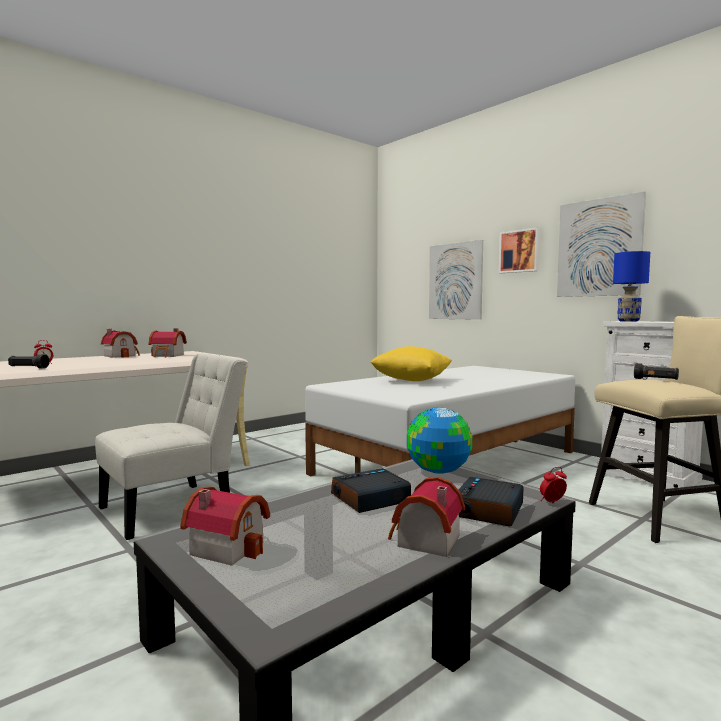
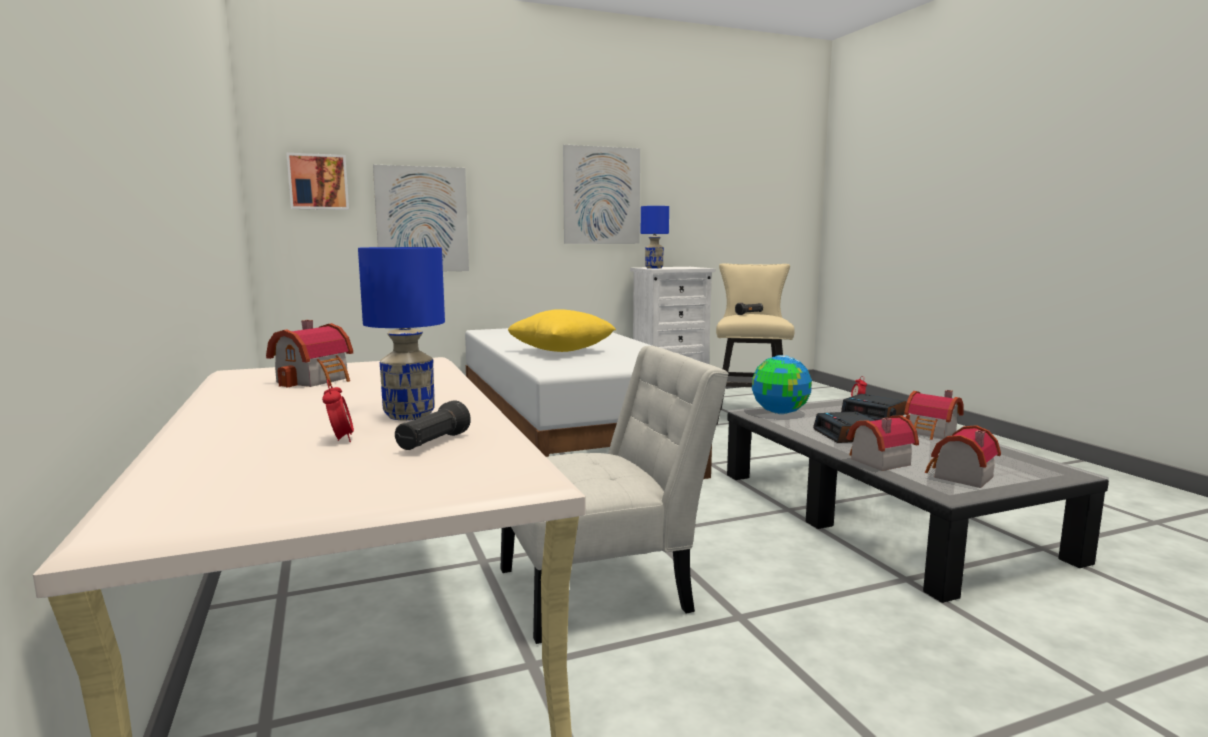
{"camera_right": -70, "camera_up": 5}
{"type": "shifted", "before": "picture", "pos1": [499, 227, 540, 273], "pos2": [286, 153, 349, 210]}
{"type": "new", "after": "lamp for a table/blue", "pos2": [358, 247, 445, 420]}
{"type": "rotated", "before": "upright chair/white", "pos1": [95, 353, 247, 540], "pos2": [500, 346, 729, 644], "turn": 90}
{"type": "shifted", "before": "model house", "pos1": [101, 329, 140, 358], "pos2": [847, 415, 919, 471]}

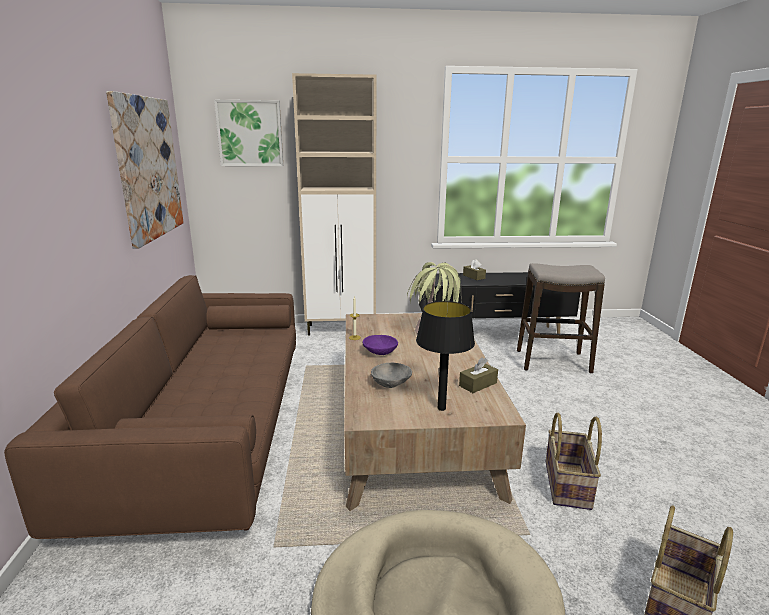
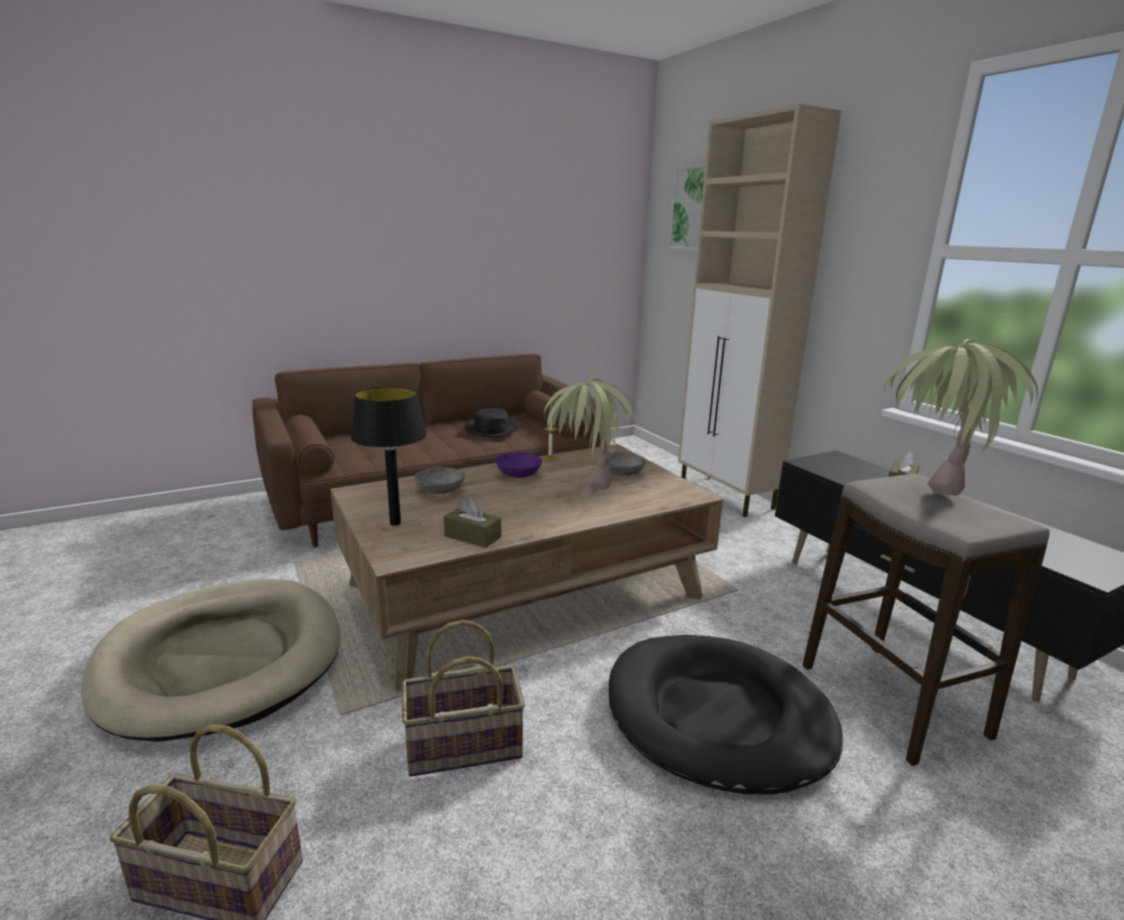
{"camera_right": 65, "camera_up": 0}
{"type": "new", "after": "hat/blackish", "pos2": [465, 408, 518, 437]}
{"type": "new", "after": "bowl/greyish", "pos2": [609, 452, 646, 476]}
{"type": "new", "after": "dog cushion/blackish", "pos2": [609, 635, 843, 794]}
{"type": "new", "after": "potted plant", "pos2": [884, 339, 1038, 495]}
{"type": "gone", "before": "picture", "pos1": [106, 91, 184, 249]}

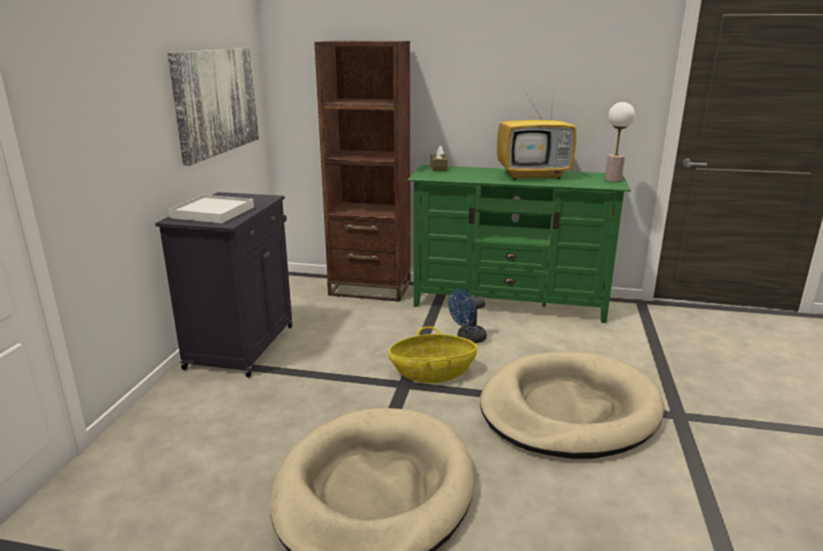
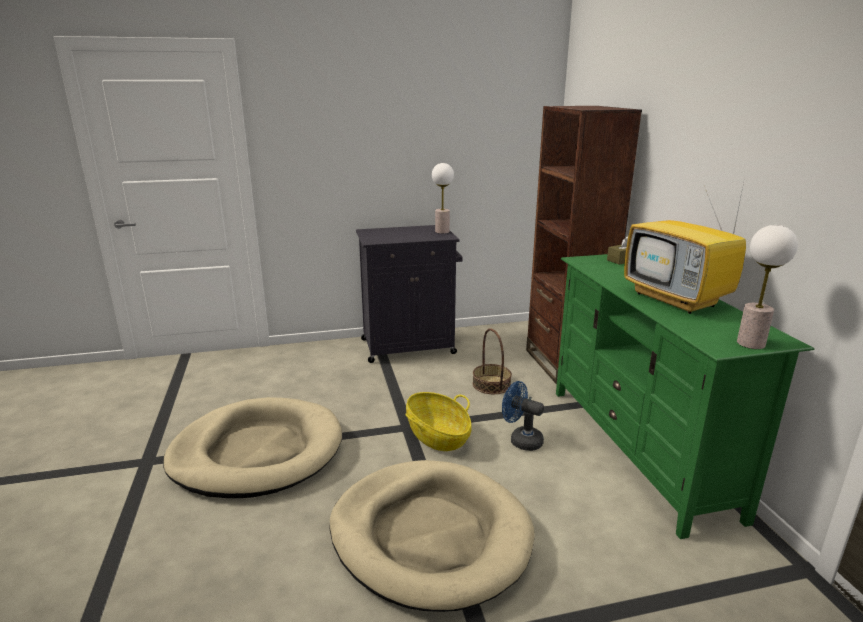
{"camera_right": 65, "camera_up": 0}
{"type": "new", "after": "lamp for a table", "pos2": [432, 163, 454, 234]}
{"type": "new", "after": "storage basket", "pos2": [473, 328, 512, 394]}
{"type": "gone", "before": "picture", "pos1": [167, 48, 259, 166]}
{"type": "gone", "before": "serving tray/white", "pos1": [168, 195, 254, 223]}

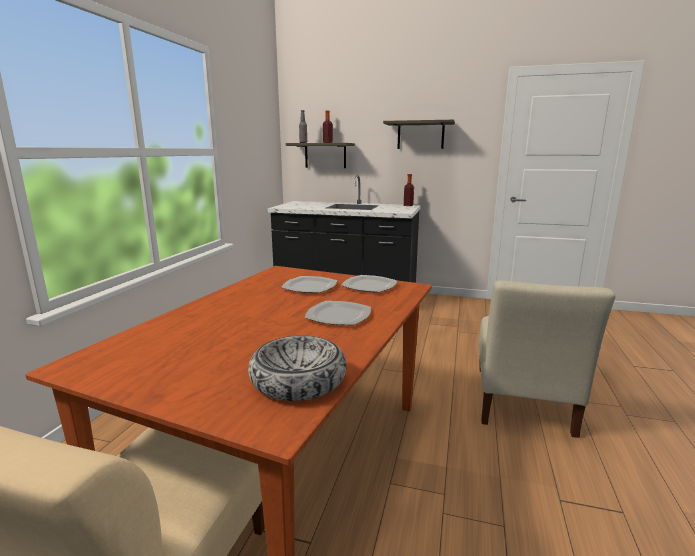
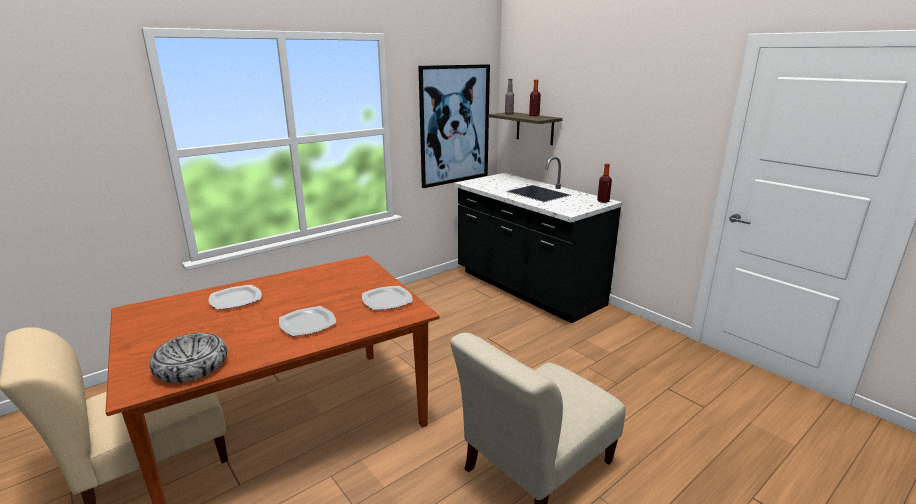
{"camera_right": 35, "camera_up": 5}
{"type": "shifted", "before": "flat dish", "pos1": [281, 276, 337, 293], "pos2": [208, 285, 262, 310]}
{"type": "new", "after": "picture", "pos2": [418, 64, 490, 188]}
{"type": "gone", "before": "bracket shelf", "pos1": [383, 120, 455, 149]}

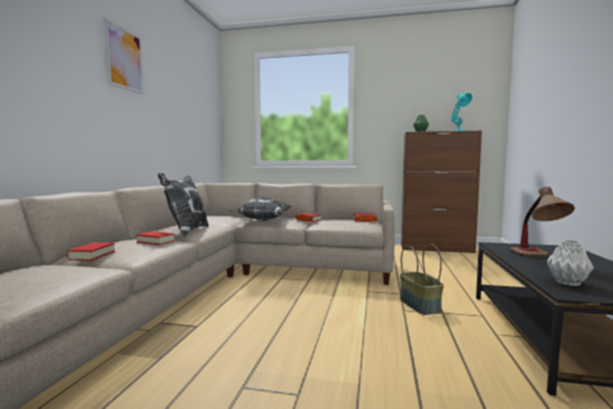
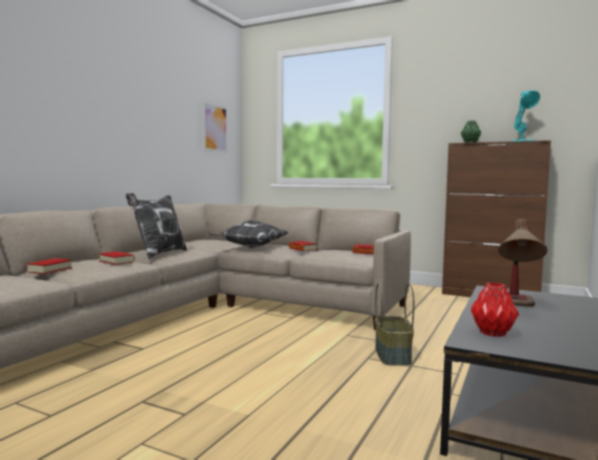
{"camera_right": 15, "camera_up": 0}
{"type": "shifted", "before": "picture", "pos1": [104, 18, 144, 95], "pos2": [203, 102, 228, 152]}
{"type": "repainted", "before": "decorative vase/greyish", "after": "decorative vase/reddish", "pos1": [547, 240, 594, 286], "pos2": [471, 283, 519, 337]}

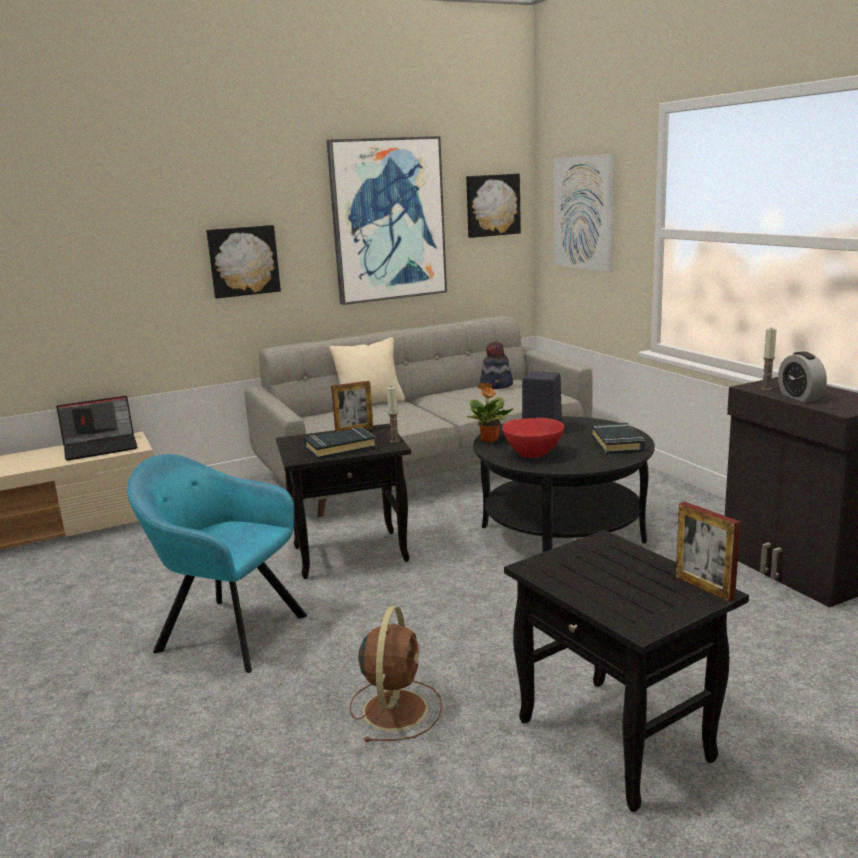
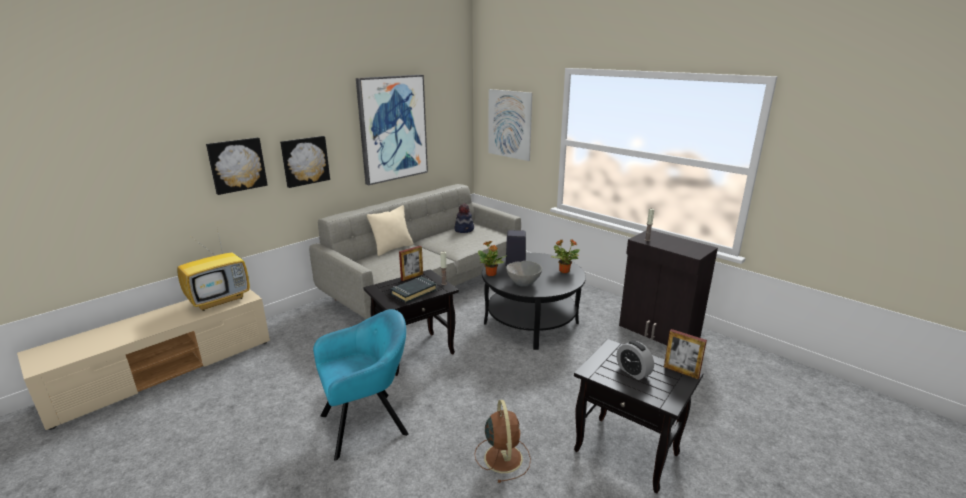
{"camera_right": -20, "camera_up": 5}
{"type": "swapped", "before": "notebook computer", "after": "television", "pos1": [56, 396, 138, 461], "pos2": [177, 229, 250, 311]}
{"type": "shifted", "before": "picture", "pos1": [466, 174, 521, 238], "pos2": [206, 138, 268, 195]}
{"type": "rotated", "before": "easy chair/turquoise-coloured", "pos1": [127, 454, 307, 673], "pos2": [313, 309, 409, 461], "turn": 150}
{"type": "repainted", "before": "bowl/reddish", "after": "bowl/greyish", "pos1": [502, 418, 564, 458], "pos2": [506, 261, 542, 287]}
{"type": "swapped", "before": "book/blackish", "after": "potted plant", "pos1": [591, 423, 645, 454], "pos2": [551, 239, 580, 273]}
{"type": "shifted", "before": "table clock", "pos1": [778, 352, 827, 402], "pos2": [617, 340, 654, 380]}

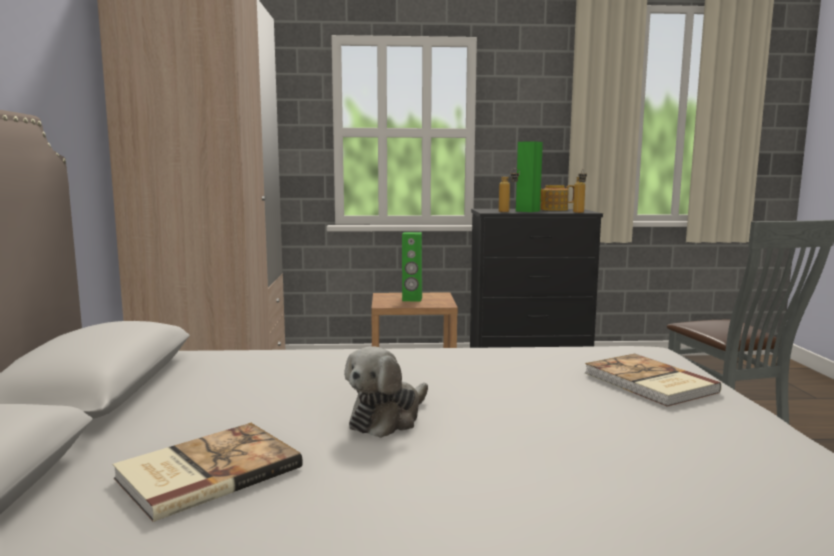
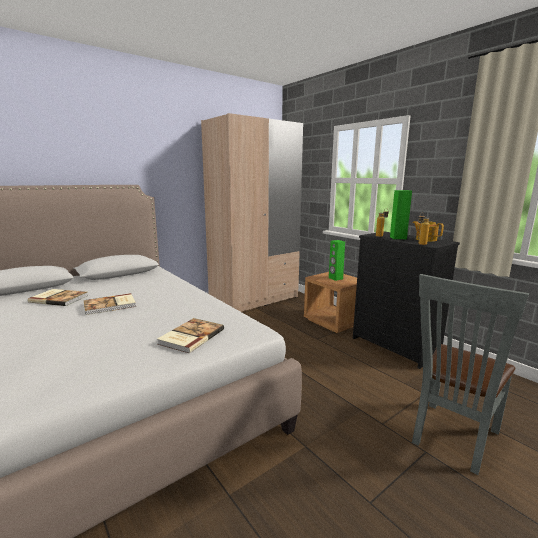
{"camera_right": 55, "camera_up": 5}
{"type": "swapped", "before": "soft toy", "after": "book", "pos1": [344, 346, 428, 438], "pos2": [84, 293, 136, 315]}

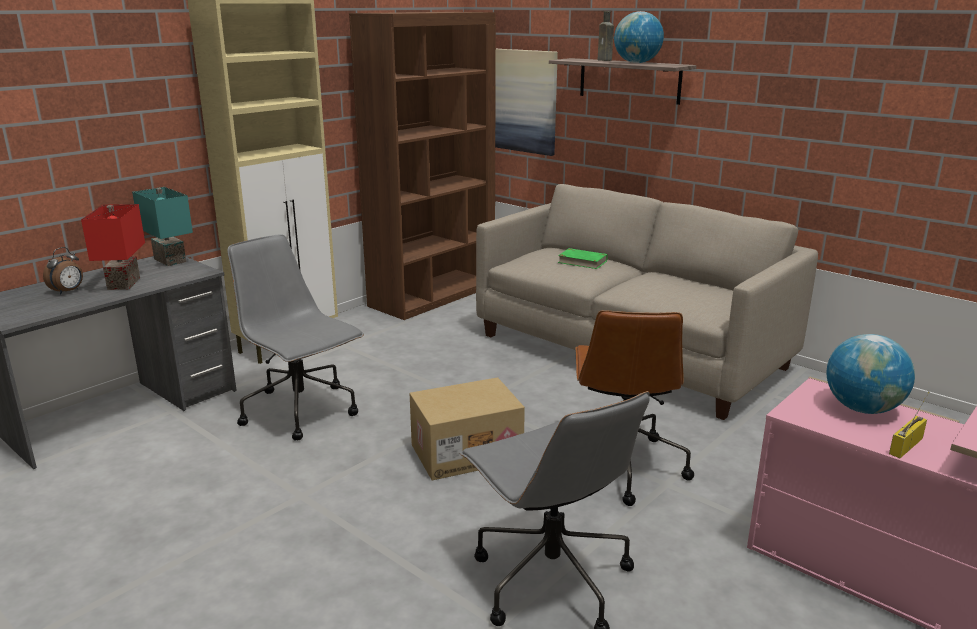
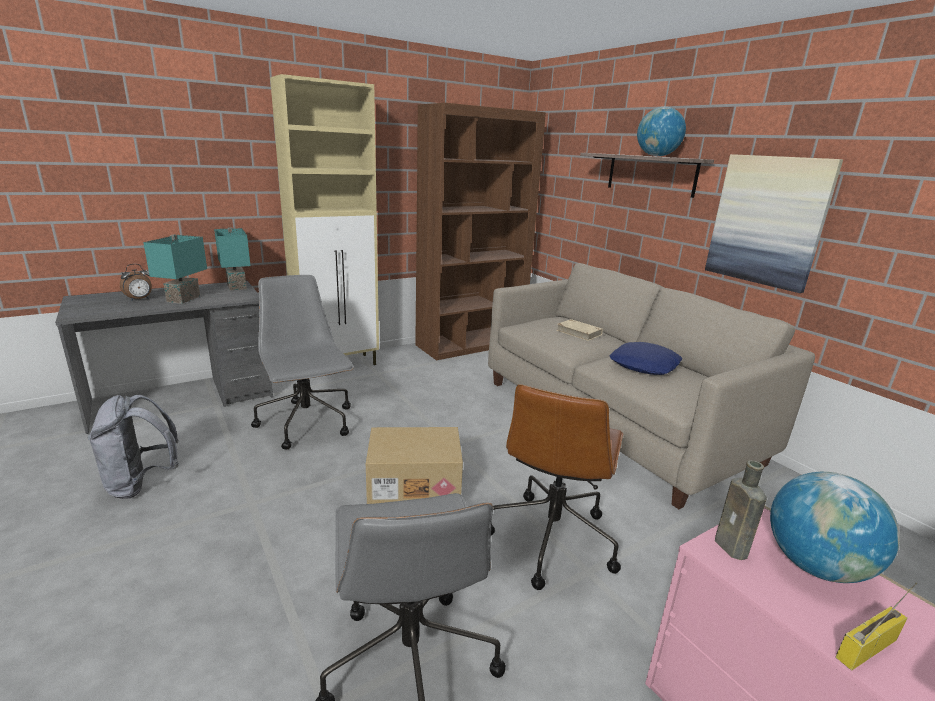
{"camera_right": 15, "camera_up": 0}
{"type": "new", "after": "knapsack/greyish", "pos2": [88, 395, 179, 499]}
{"type": "repainted", "before": "lamp for a table/reddish", "after": "lamp for a table/turquoise-coloured", "pos1": [81, 204, 145, 290], "pos2": [143, 234, 207, 304]}
{"type": "repainted", "before": "book/green", "after": "book/beige", "pos1": [558, 248, 607, 269], "pos2": [556, 319, 603, 341]}
{"type": "new", "after": "cushion/blue", "pos2": [609, 342, 682, 375]}
{"type": "shifted", "before": "picture", "pos1": [495, 49, 558, 156], "pos2": [705, 154, 843, 293]}
{"type": "shifted", "before": "bottle/brown", "pos1": [598, 11, 614, 61], "pos2": [715, 460, 767, 560]}

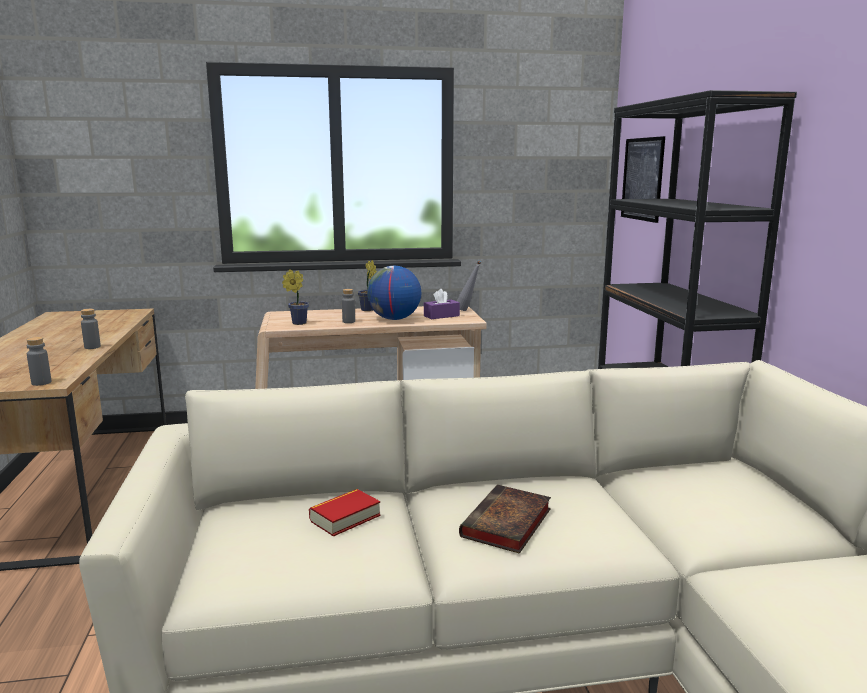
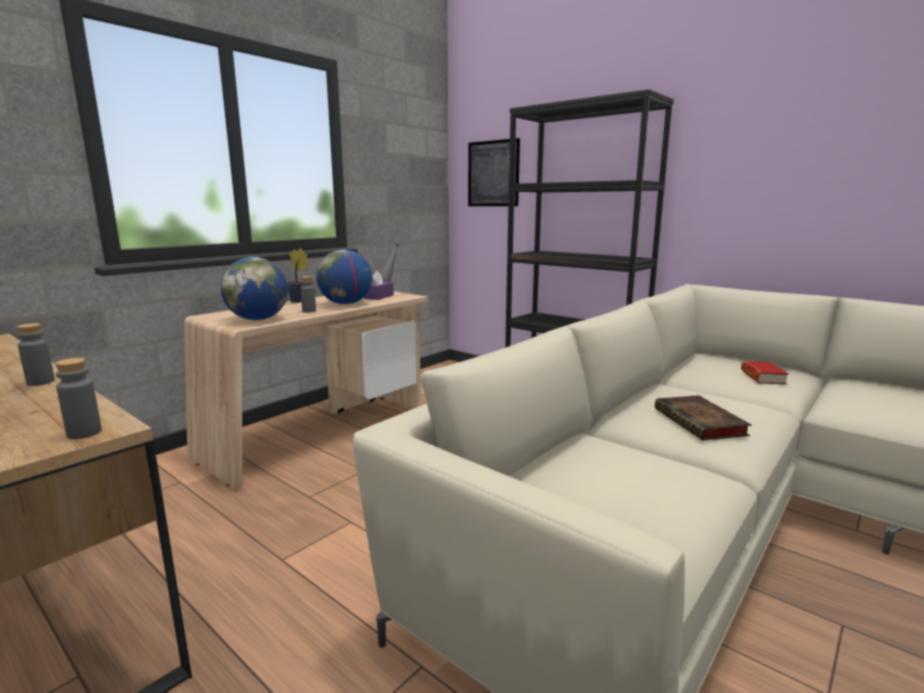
{"camera_right": -40, "camera_up": 0}
{"type": "swapped", "before": "potted plant", "after": "world globe", "pos1": [282, 270, 309, 325], "pos2": [220, 257, 288, 320]}
{"type": "shifted", "before": "book", "pos1": [309, 489, 381, 537], "pos2": [741, 361, 789, 384]}

